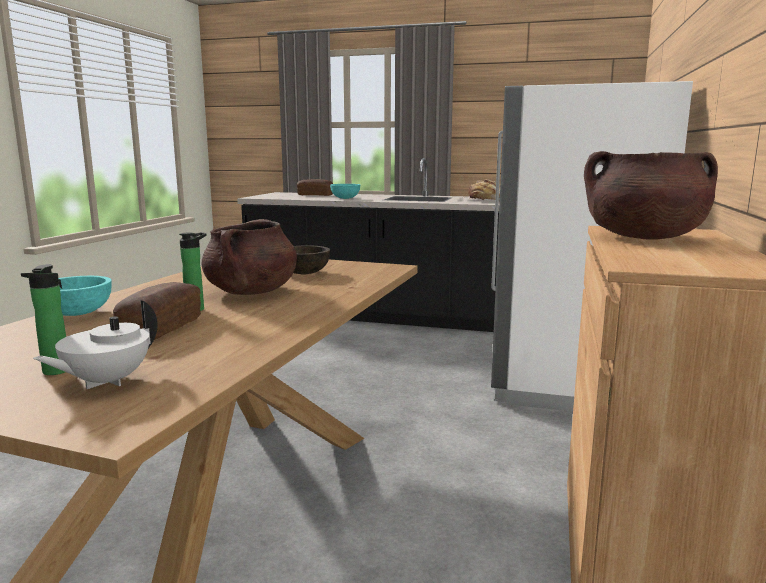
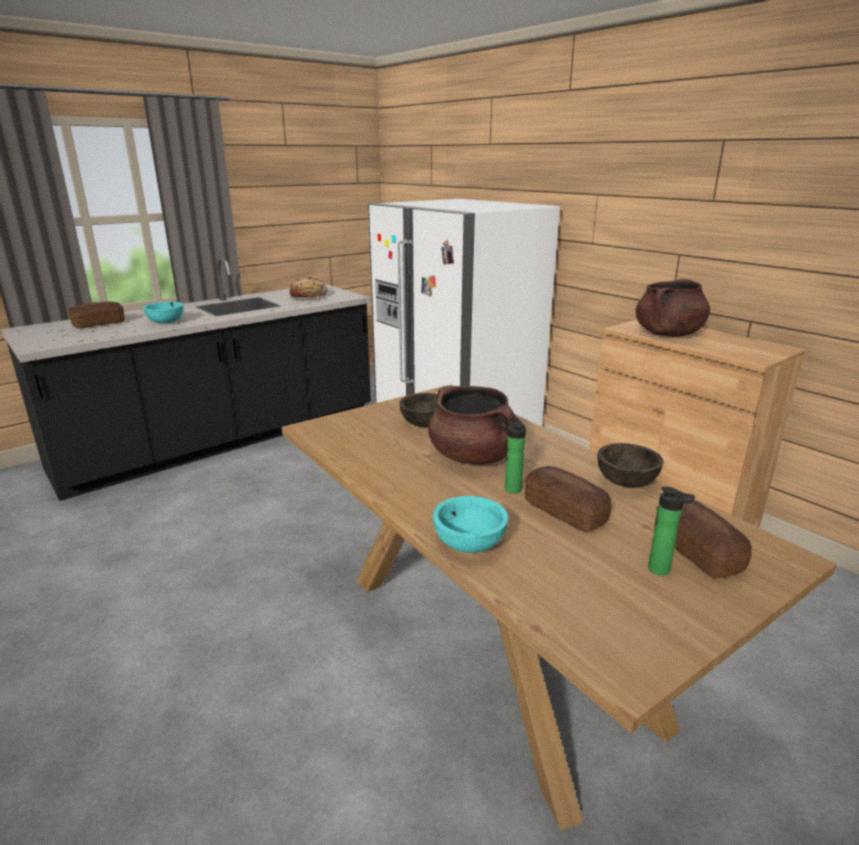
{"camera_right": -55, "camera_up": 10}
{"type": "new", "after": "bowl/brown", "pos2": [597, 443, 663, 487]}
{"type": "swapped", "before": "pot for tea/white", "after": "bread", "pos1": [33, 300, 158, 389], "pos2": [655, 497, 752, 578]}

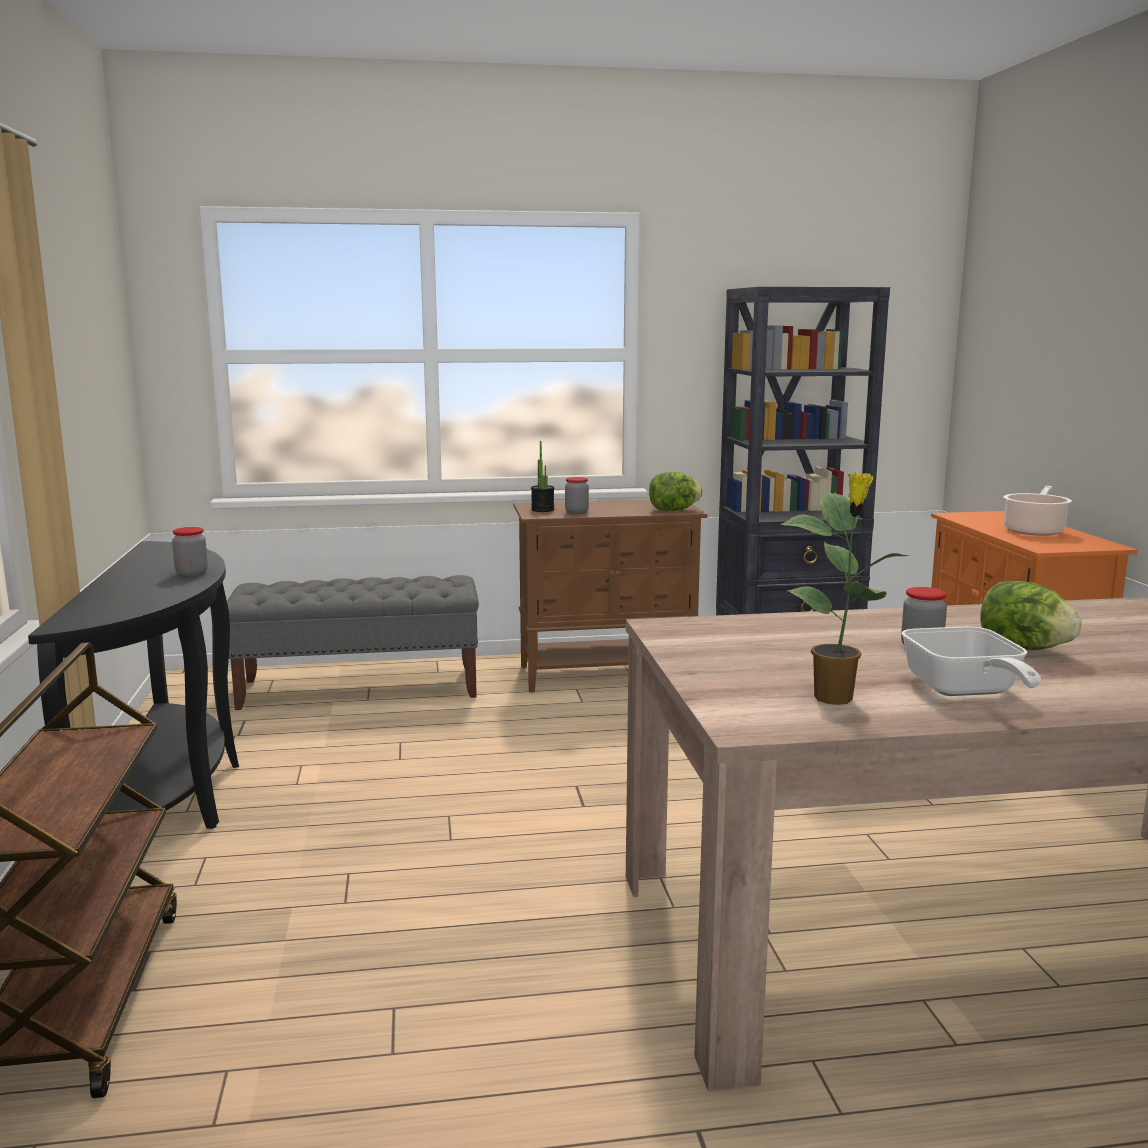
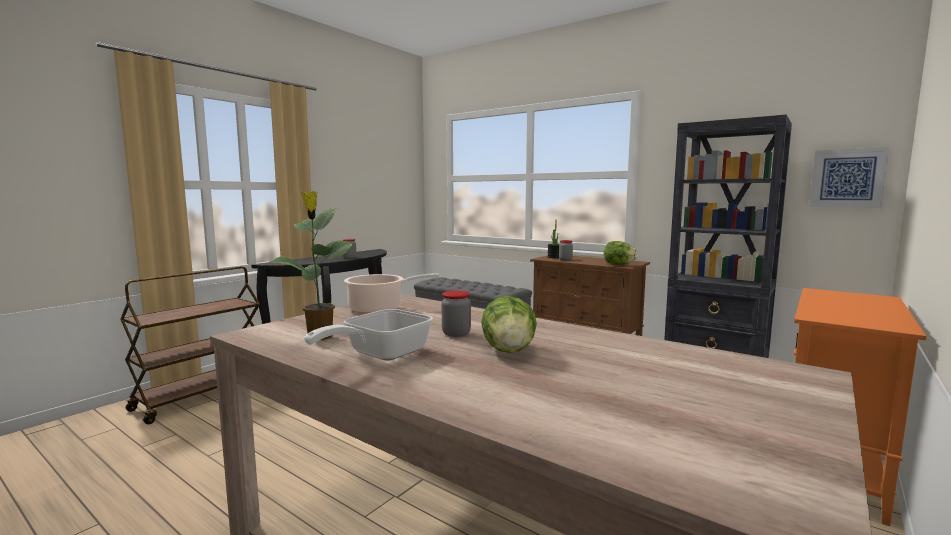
{"camera_right": 45, "camera_up": -5}
{"type": "shifted", "before": "cooking pot", "pos1": [1004, 486, 1072, 536], "pos2": [344, 273, 439, 314]}
{"type": "new", "after": "picture", "pos2": [809, 147, 889, 208]}

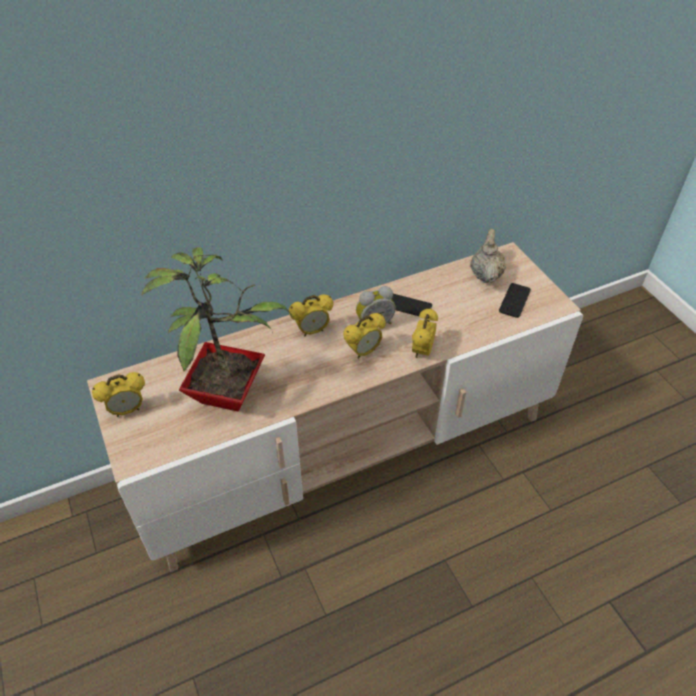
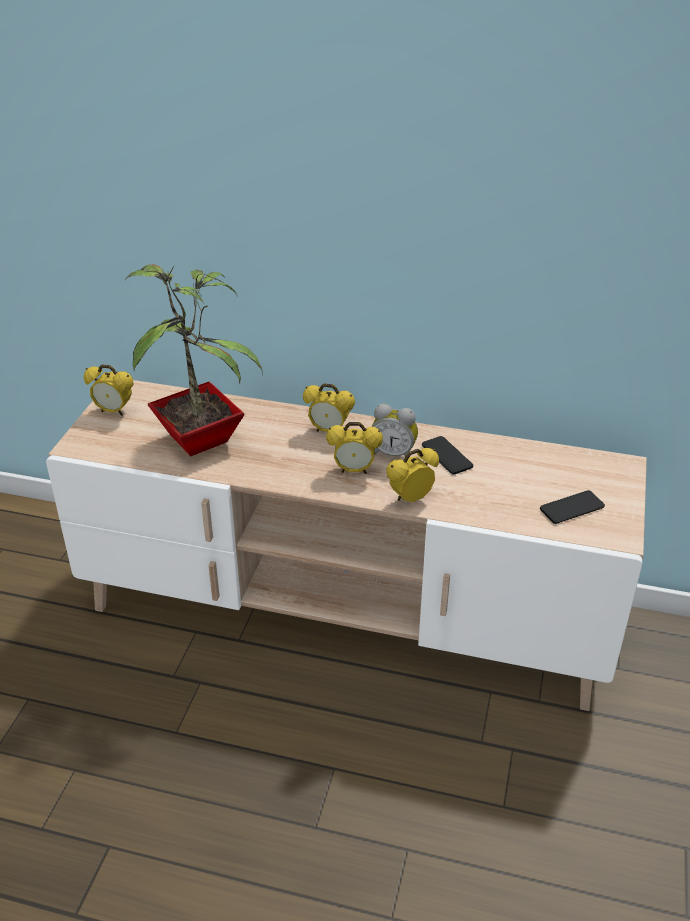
{"camera_right": 40, "camera_up": -10}
{"type": "gone", "before": "pot for tea/beige", "pos1": [470, 229, 506, 283]}

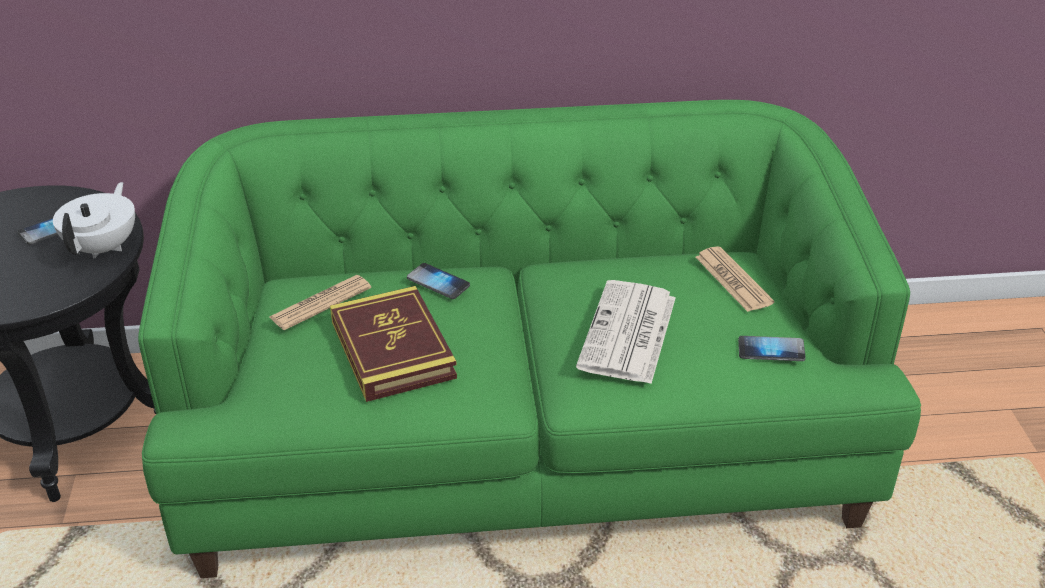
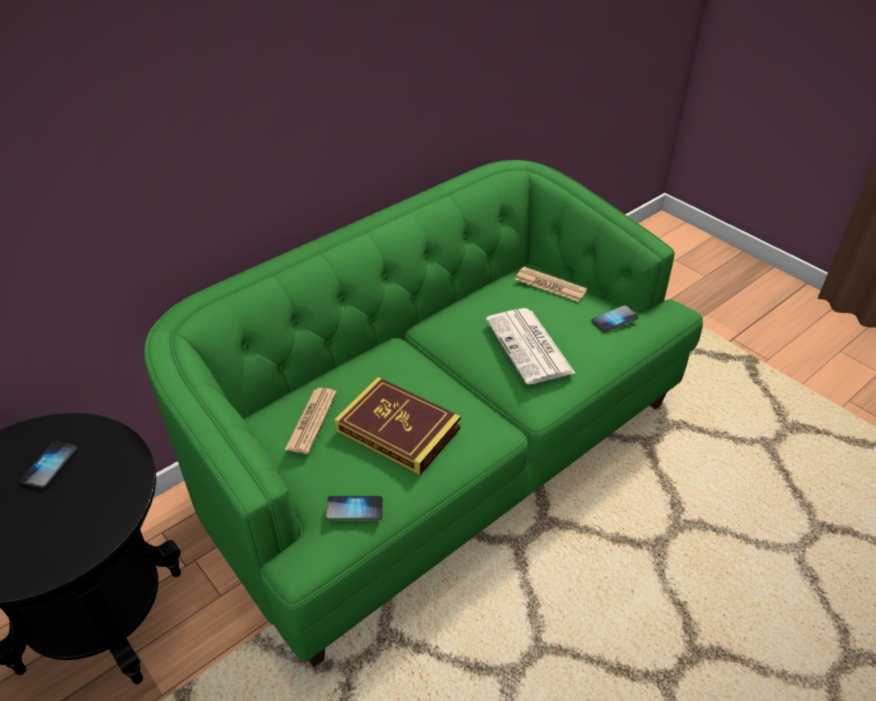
{"camera_right": -35, "camera_up": 5}
{"type": "shifted", "before": "handset", "pos1": [407, 263, 470, 299], "pos2": [326, 496, 383, 520]}
{"type": "gone", "before": "pot for tea/white", "pos1": [53, 182, 135, 259]}

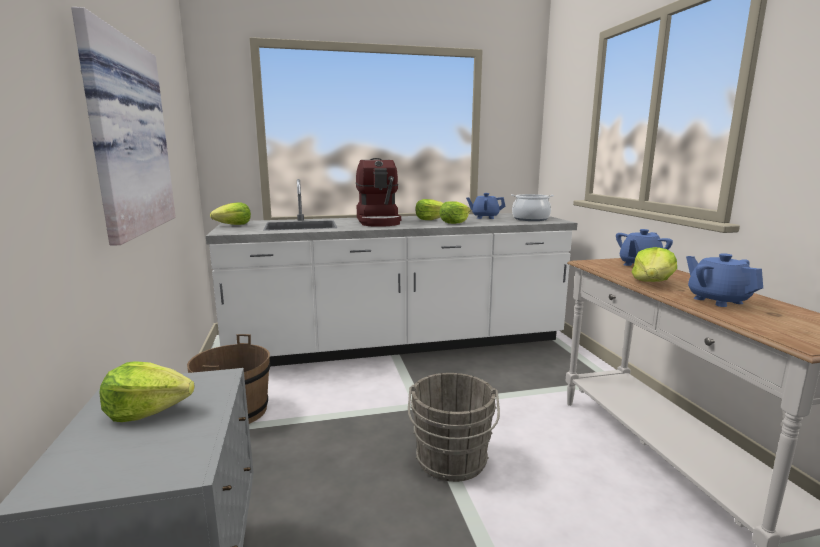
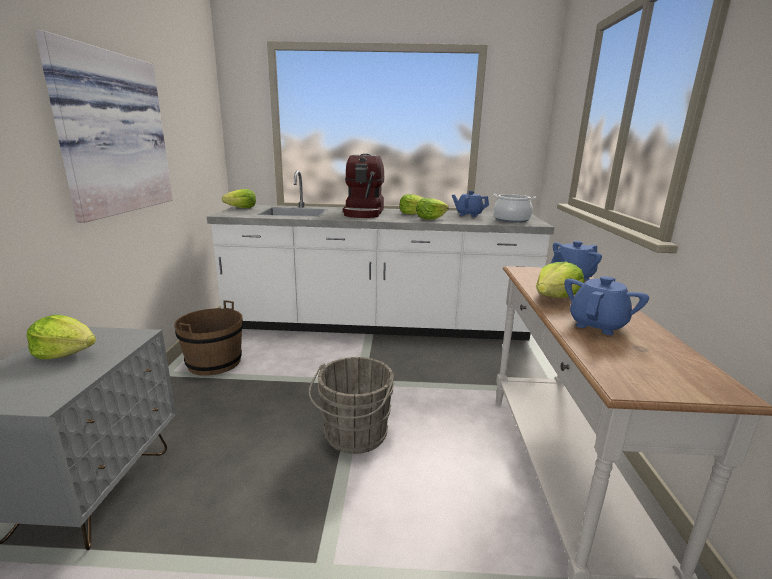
{"camera_right": 15, "camera_up": 5}
{"type": "rotated", "before": "pot for tea/blue", "pos1": [686, 253, 763, 307], "pos2": [564, 276, 649, 335], "turn": 45}

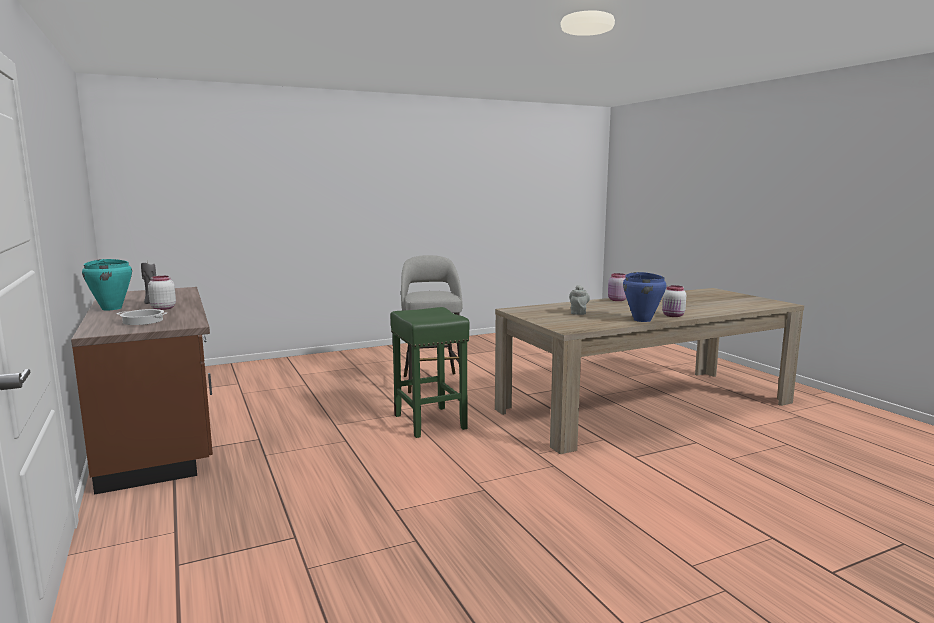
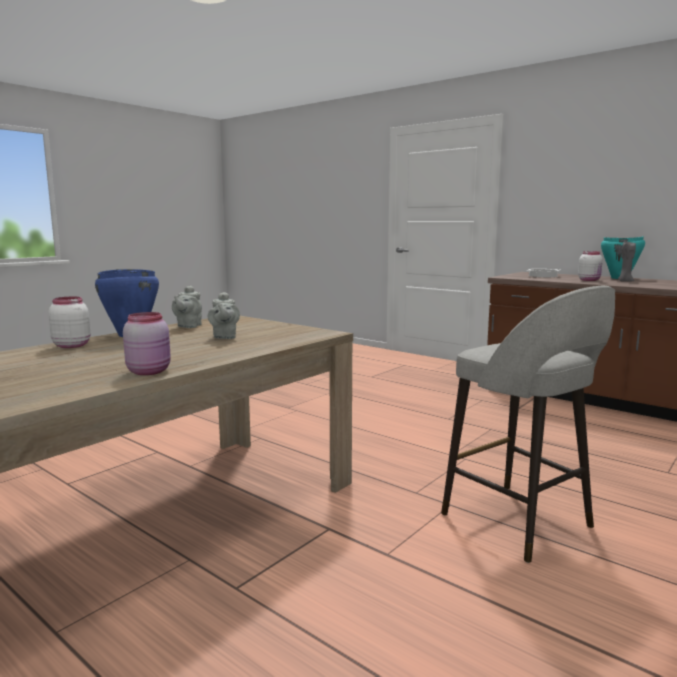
{"camera_right": 155, "camera_up": 0}
{"type": "new", "after": "pot for tea/greyish", "pos2": [172, 285, 202, 328]}
{"type": "gone", "before": "stool/green", "pos1": [390, 307, 470, 438]}

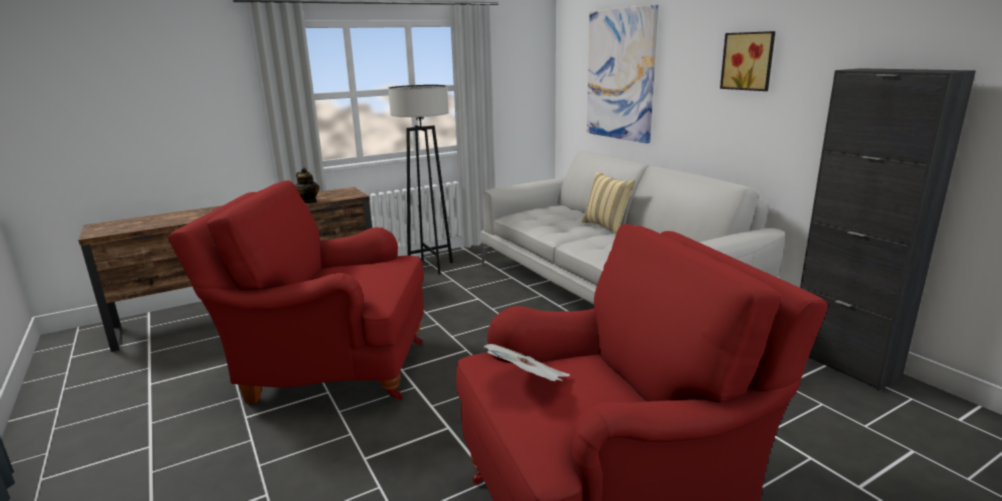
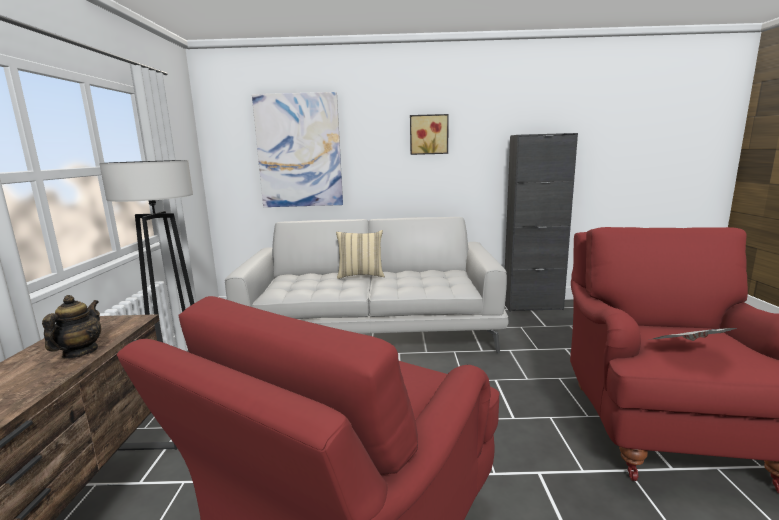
{"camera_right": -60, "camera_up": -5}
{"type": "rotated", "before": "pot for tea", "pos1": [295, 168, 319, 203], "pos2": [42, 295, 101, 359], "turn": -75}

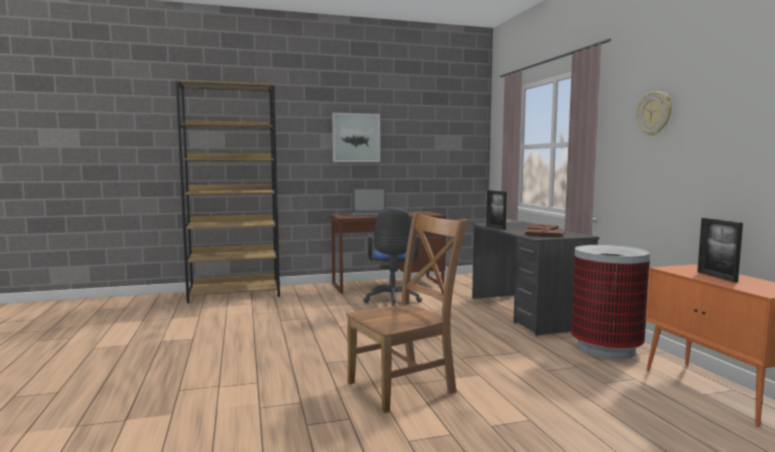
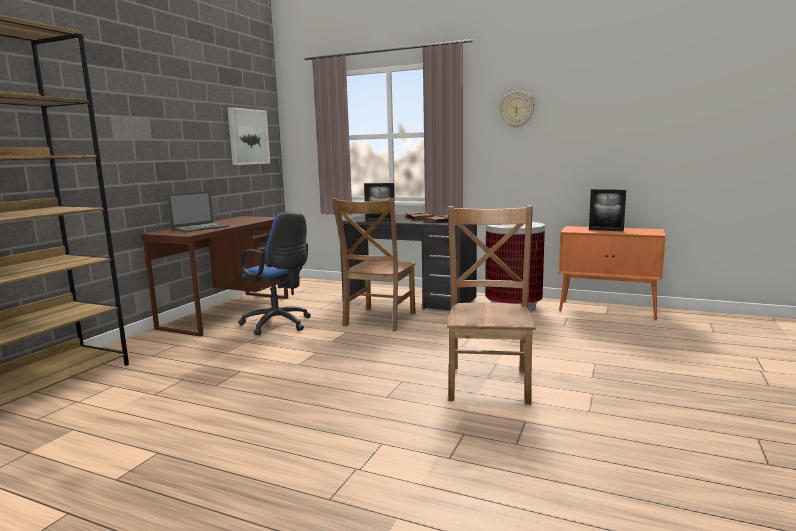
{"camera_right": -50, "camera_up": 5}
{"type": "shifted", "before": "picture", "pos1": [332, 113, 380, 162], "pos2": [228, 107, 270, 165]}
{"type": "new", "after": "upright chair/brown", "pos2": [331, 198, 416, 331]}

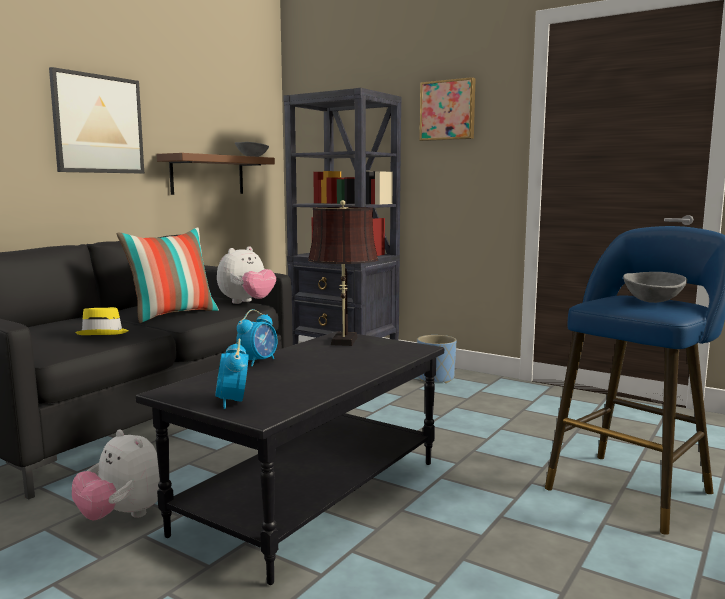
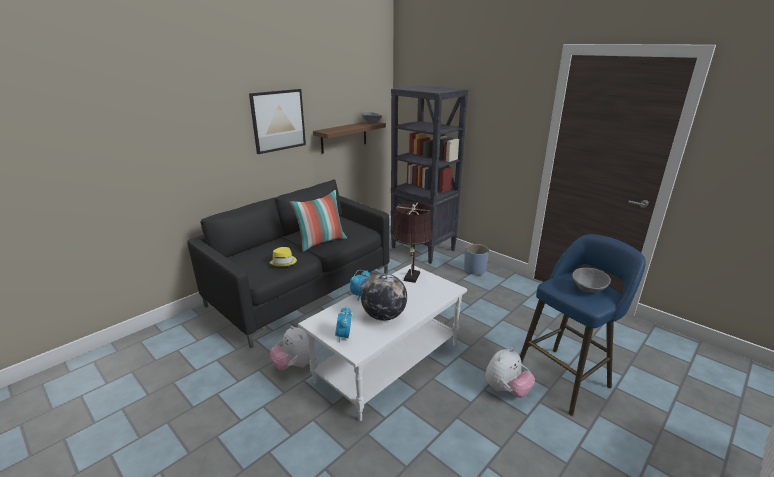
{"camera_right": 10, "camera_up": 15}
{"type": "repainted", "before": "coffee table/blackish", "after": "coffee table/white", "pos1": [136, 331, 444, 585], "pos2": [298, 264, 467, 421]}
{"type": "new", "after": "world globe", "pos2": [361, 273, 407, 321]}
{"type": "shifted", "before": "soft toy", "pos1": [217, 246, 276, 304], "pos2": [485, 348, 535, 398]}
{"type": "gone", "before": "picture", "pos1": [420, 77, 476, 141]}

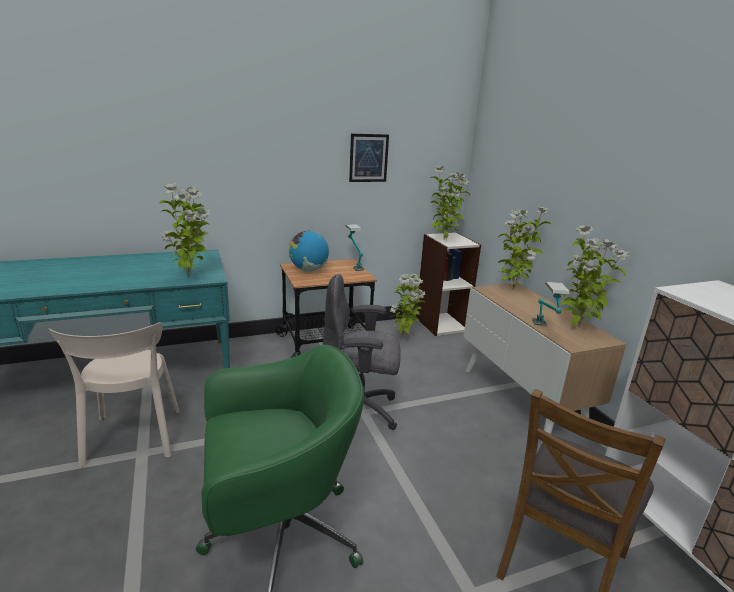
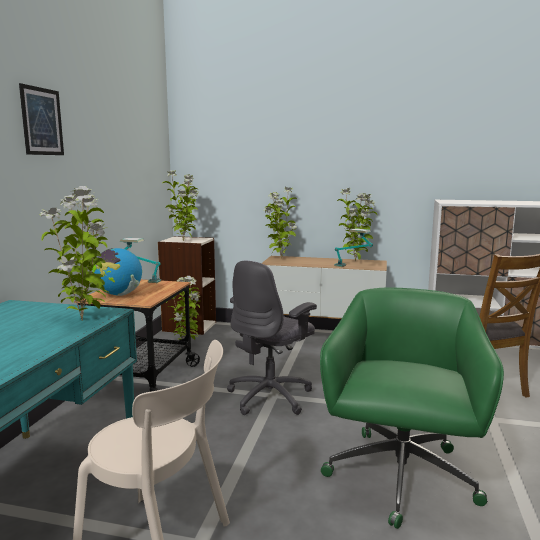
{"camera_right": -55, "camera_up": -10}
{"type": "shifted", "before": "picture", "pos1": [349, 134, 389, 182], "pos2": [19, 83, 64, 155]}

